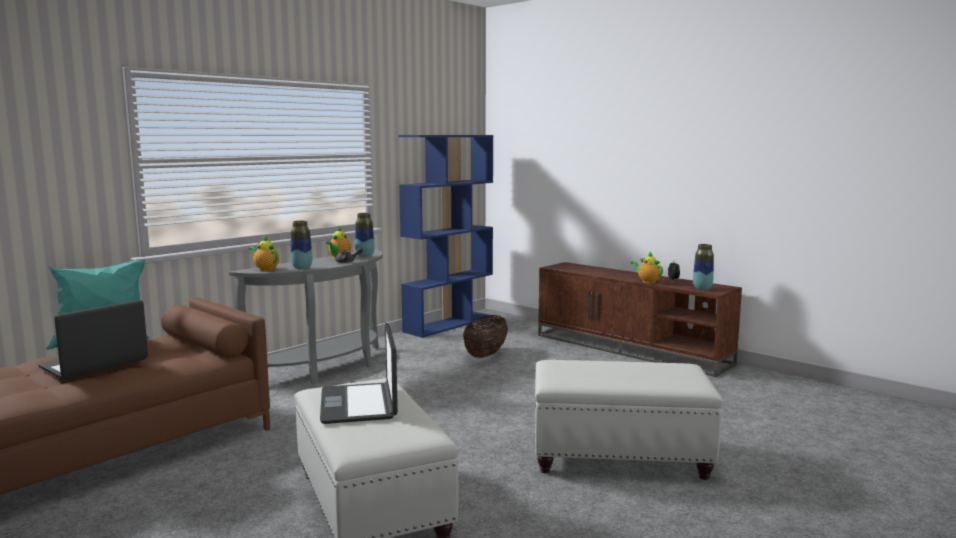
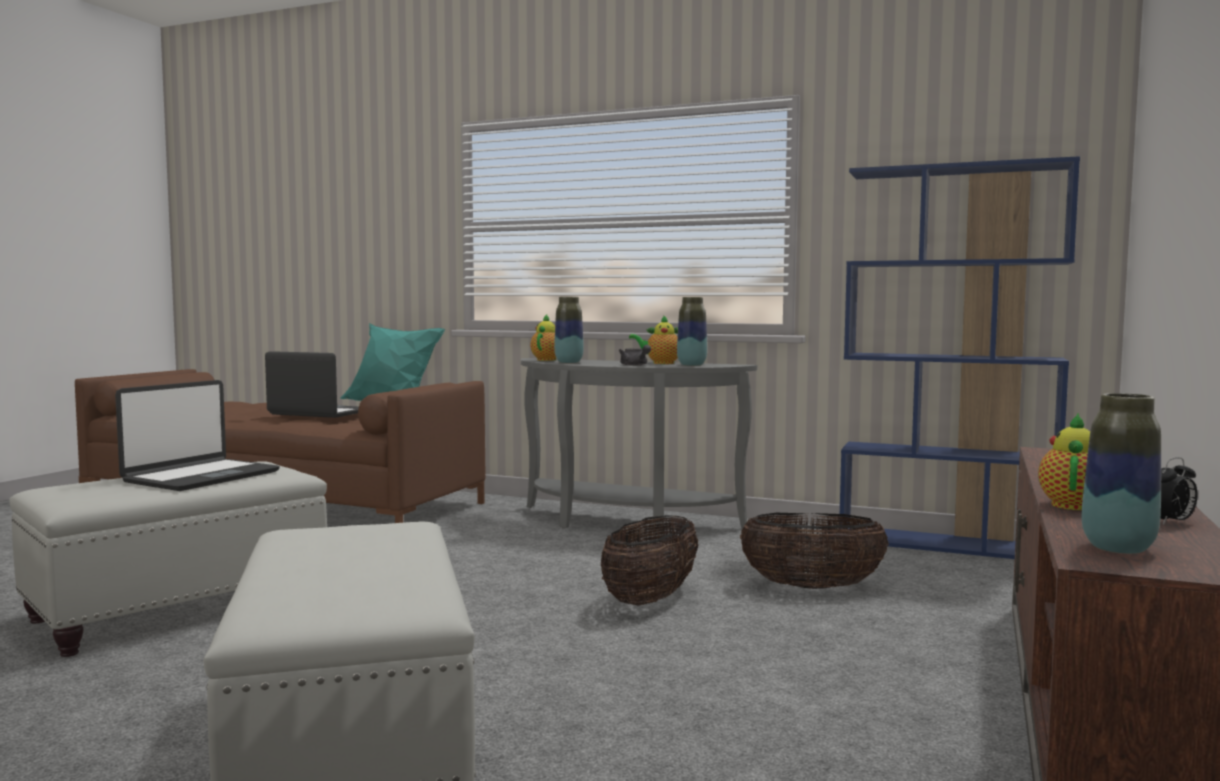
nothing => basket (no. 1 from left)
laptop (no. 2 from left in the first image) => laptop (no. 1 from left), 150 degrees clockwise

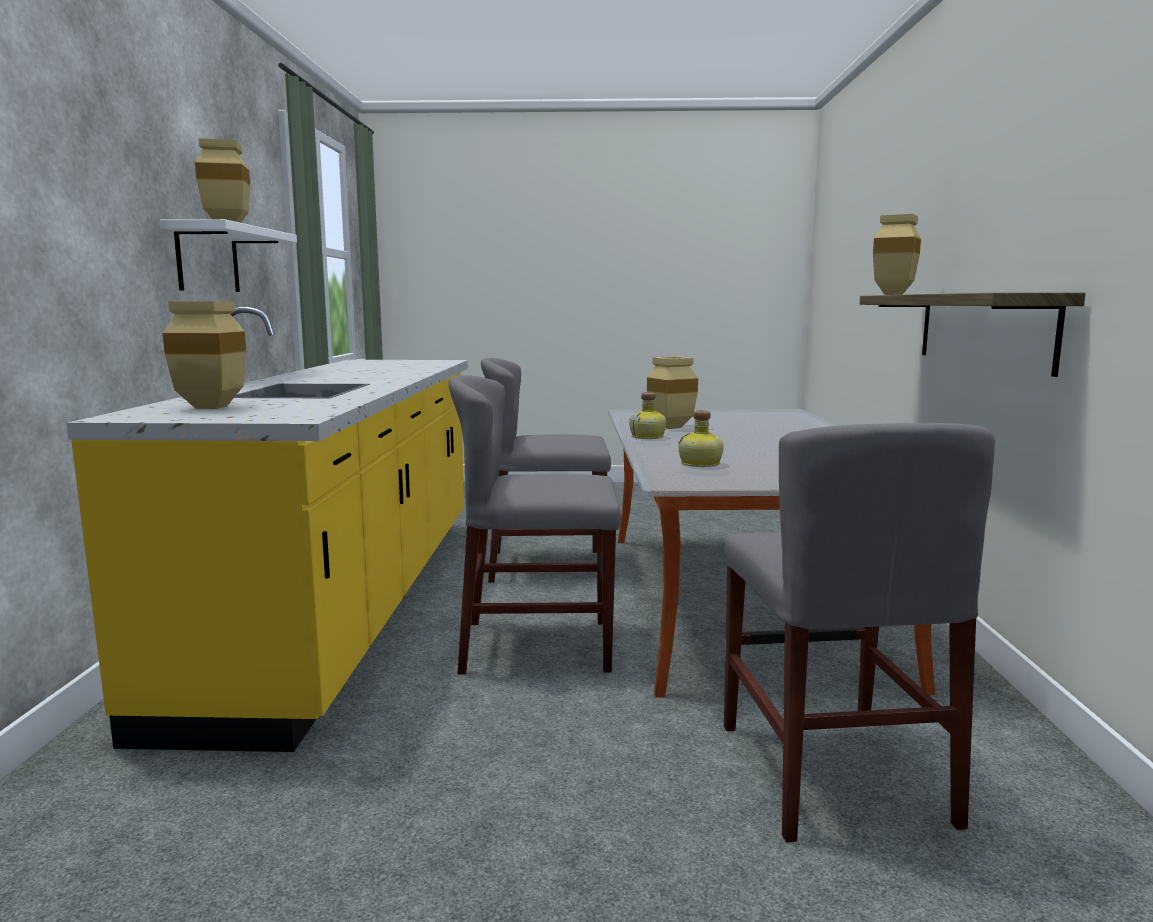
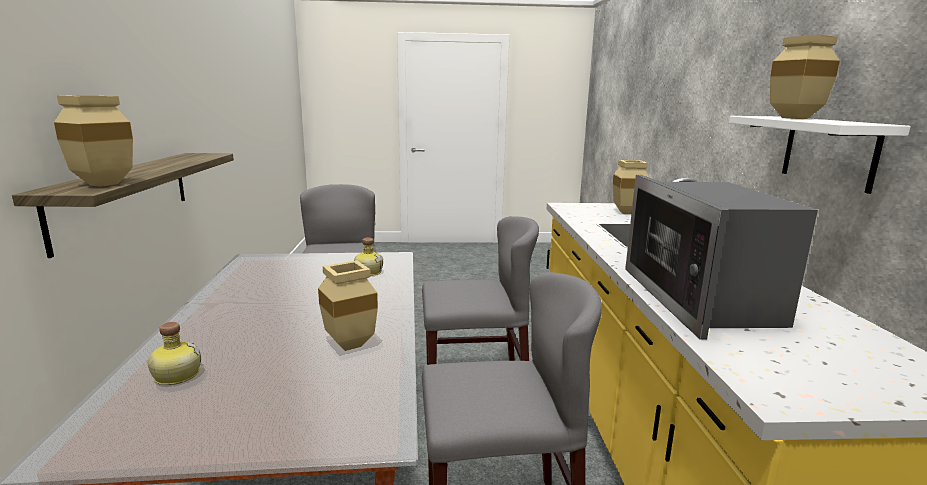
nothing => microwave
bottle (no. 1 from left), relocated

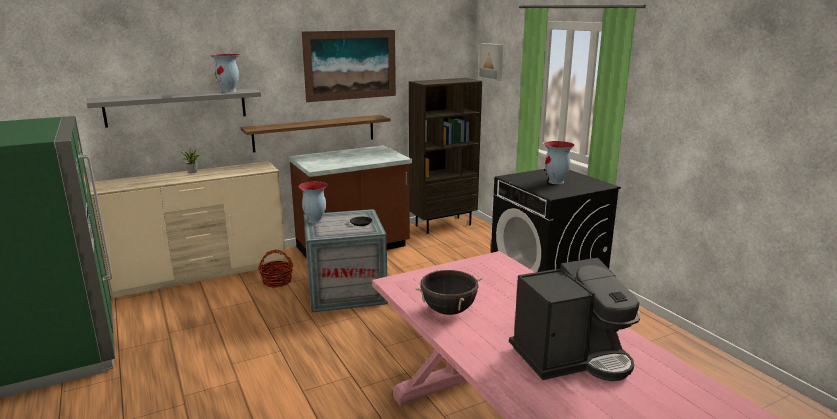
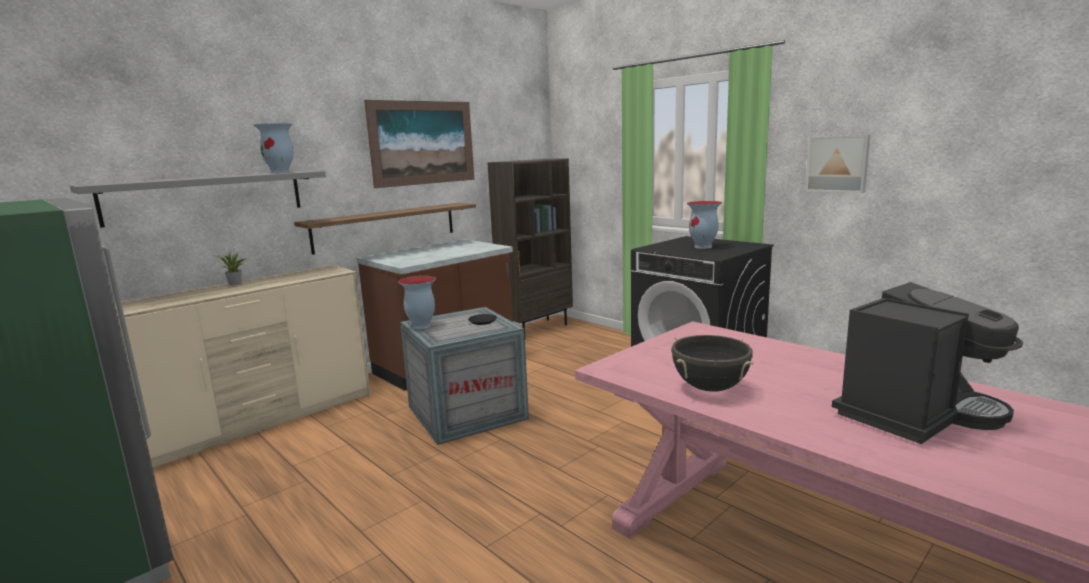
basket => nothing
picture (no. 2 from left), relocated

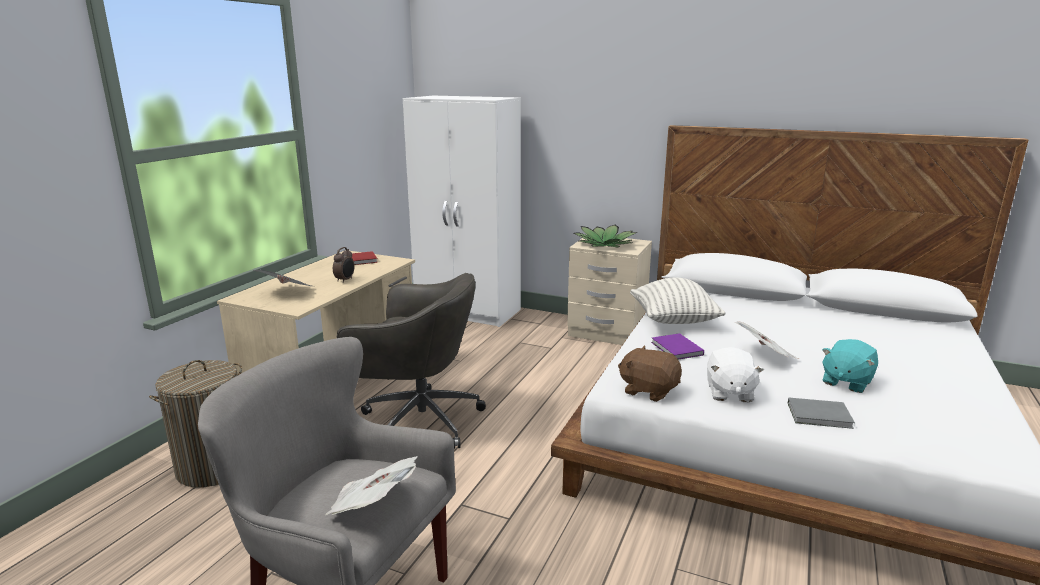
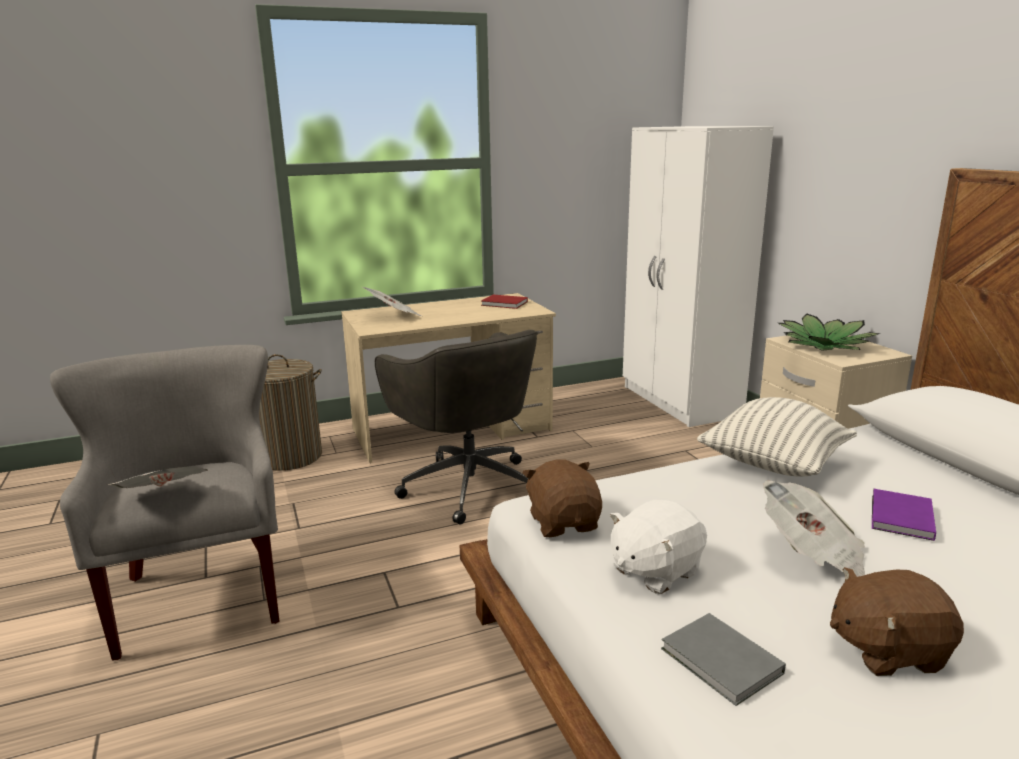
alarm clock => nothing
purple book, relocated
turquoise plush toy => brown plush toy (no. 2 from left)

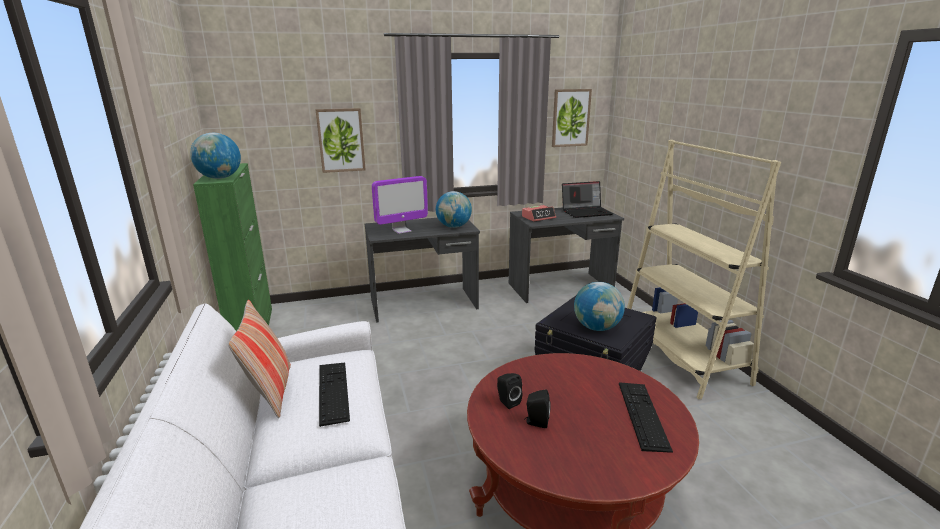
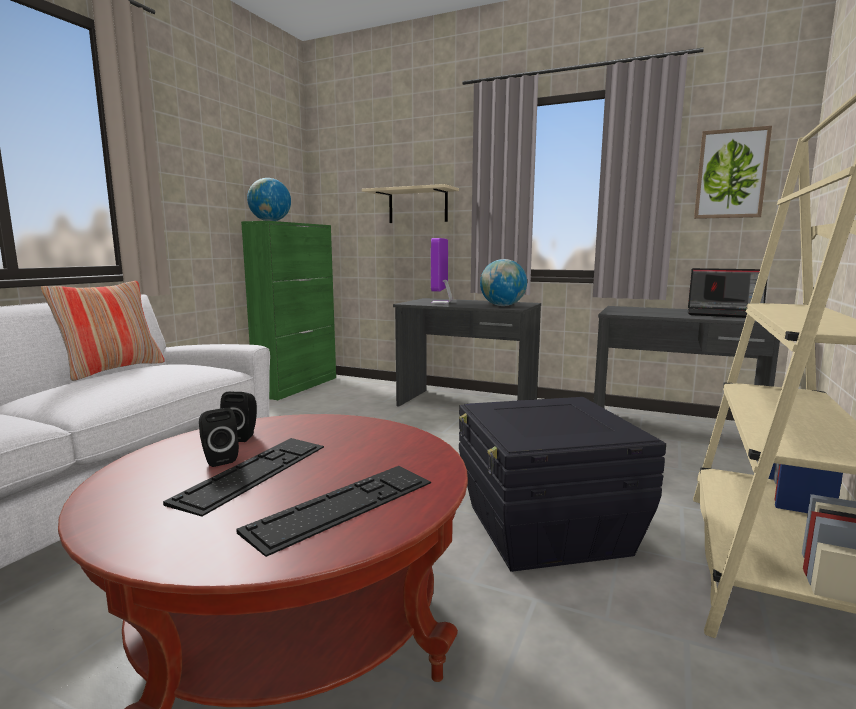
alarm clock => nothing
globe (no. 3 from left) => nothing
keyboard (no. 1 from left), relocated
picture (no. 1 from left) => beige shelf
monitor, 90 degrees clockwise

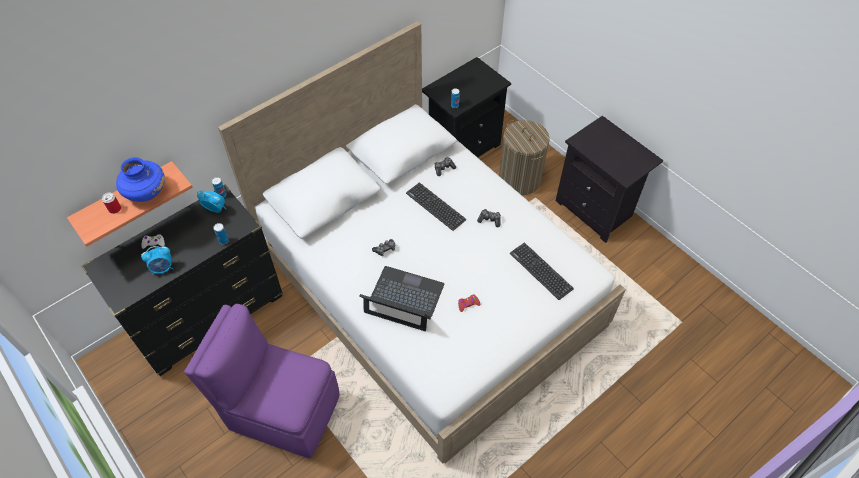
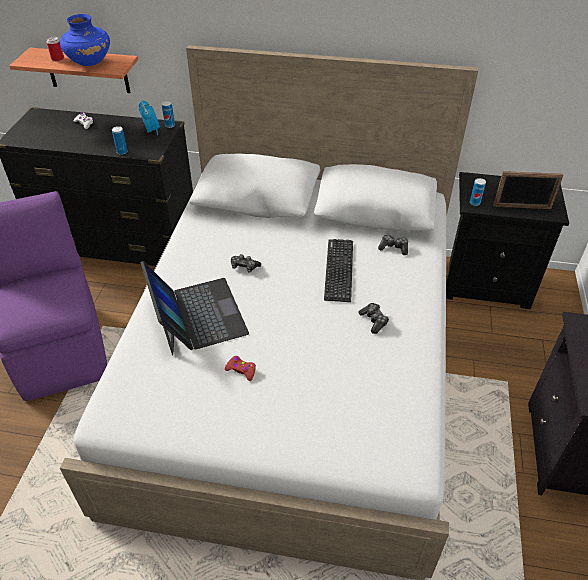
alarm clock (no. 1 from left) => nothing
laundry basket => nothing
keyboard (no. 2 from left) => nothing
nothing => picture frame

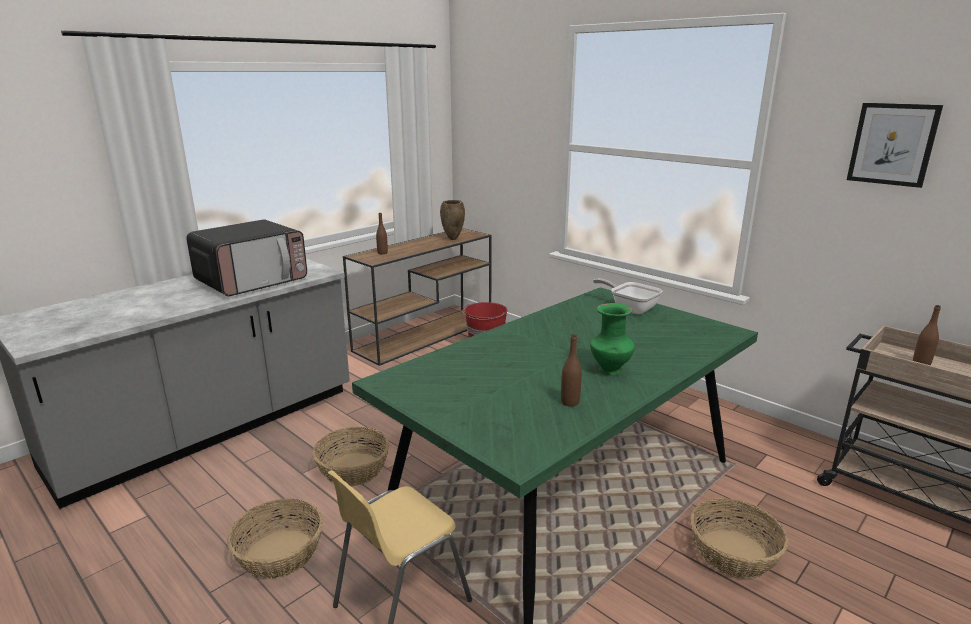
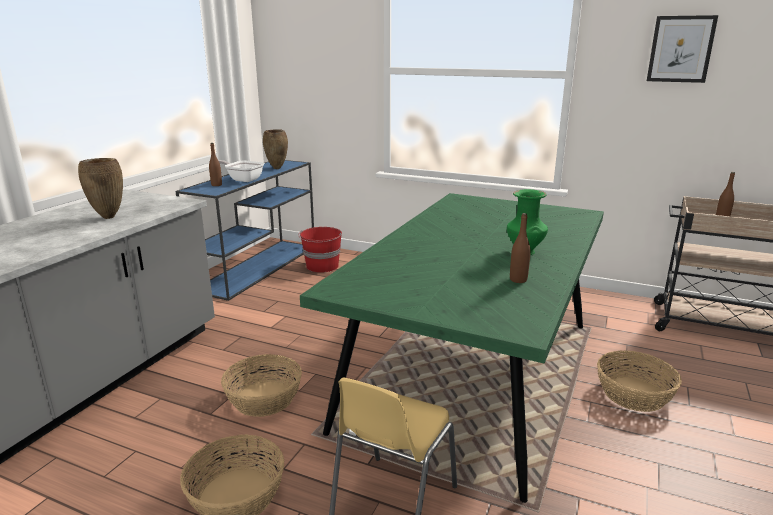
frying pan, relocated
microwave => brown vase (no. 1 from left)
brown console table => blue console table

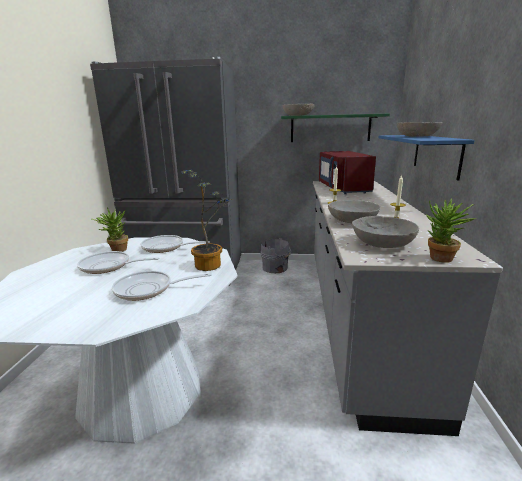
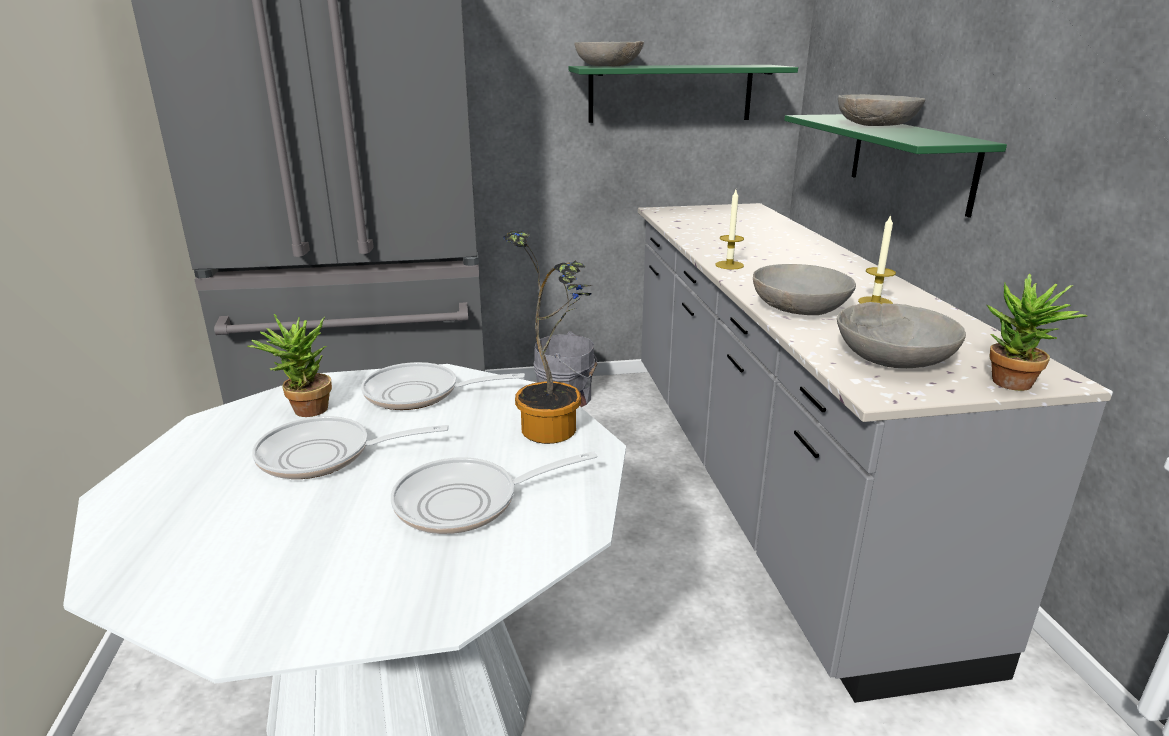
red microwave => nothing
blue shelf => green shelf (no. 2 from left)

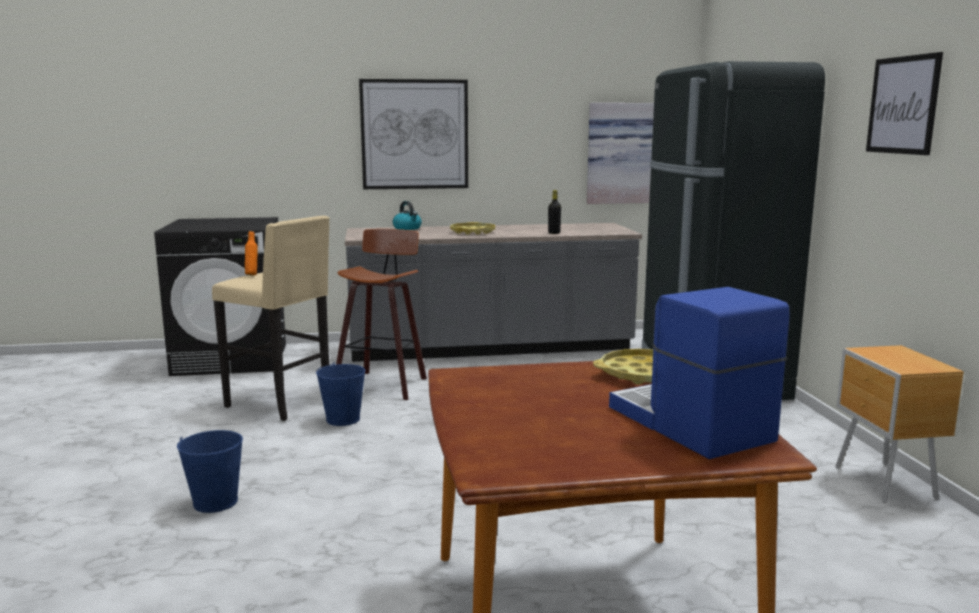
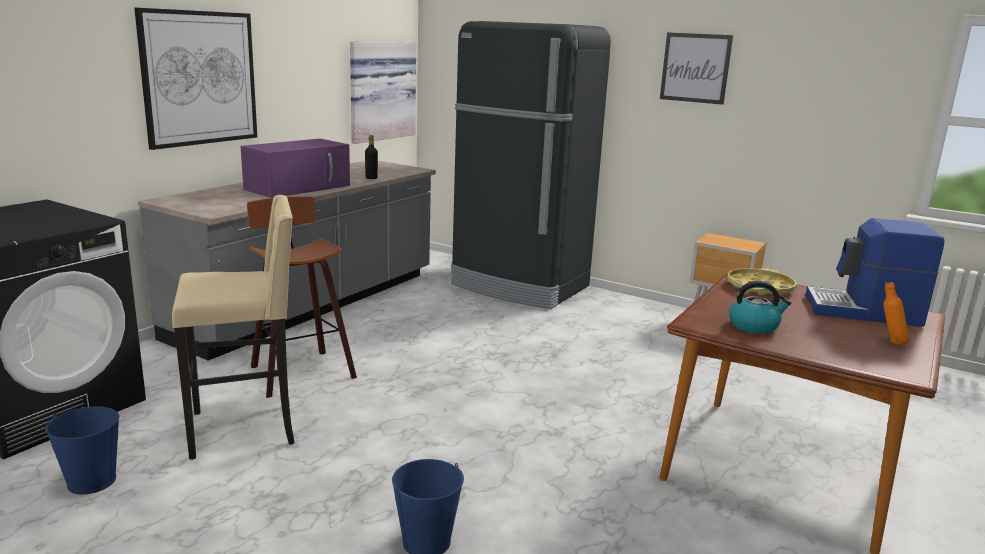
orange bottle, relocated
blue bucket (no. 2 from left in the first image) => blue bucket (no. 1 from left), relocated
kettle, relocated
yellow tray (no. 1 from left) => purple microwave

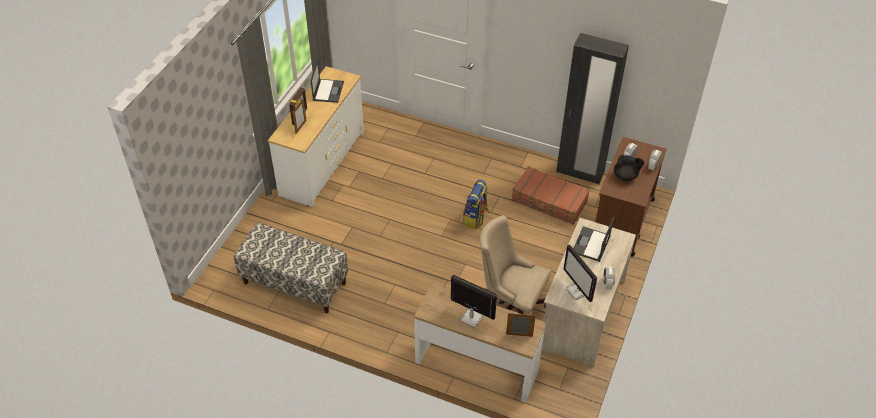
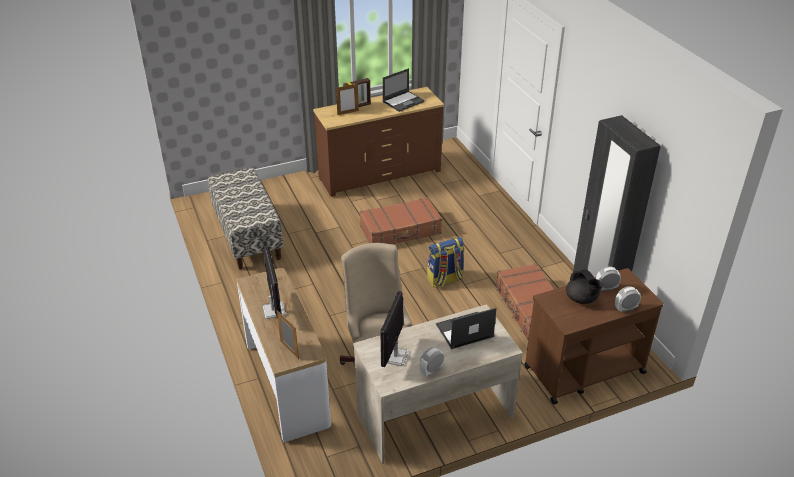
nothing => brown suitcase (no. 1 from left)
white dresser => brown dresser

